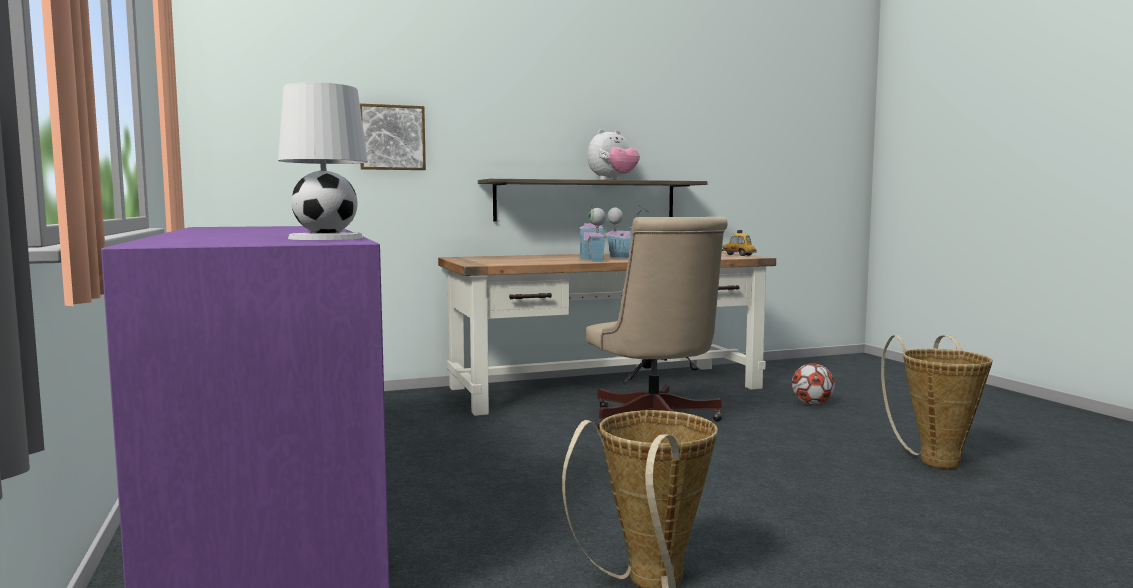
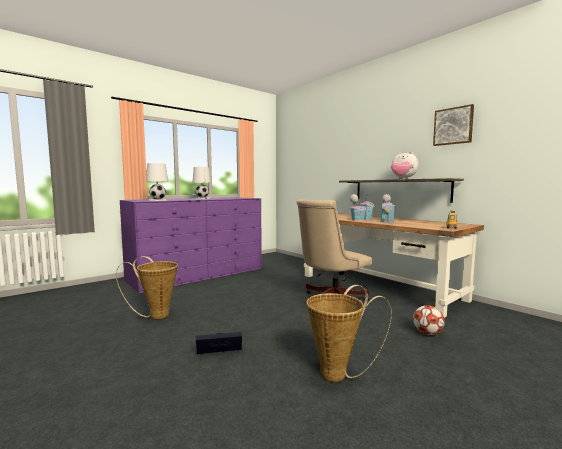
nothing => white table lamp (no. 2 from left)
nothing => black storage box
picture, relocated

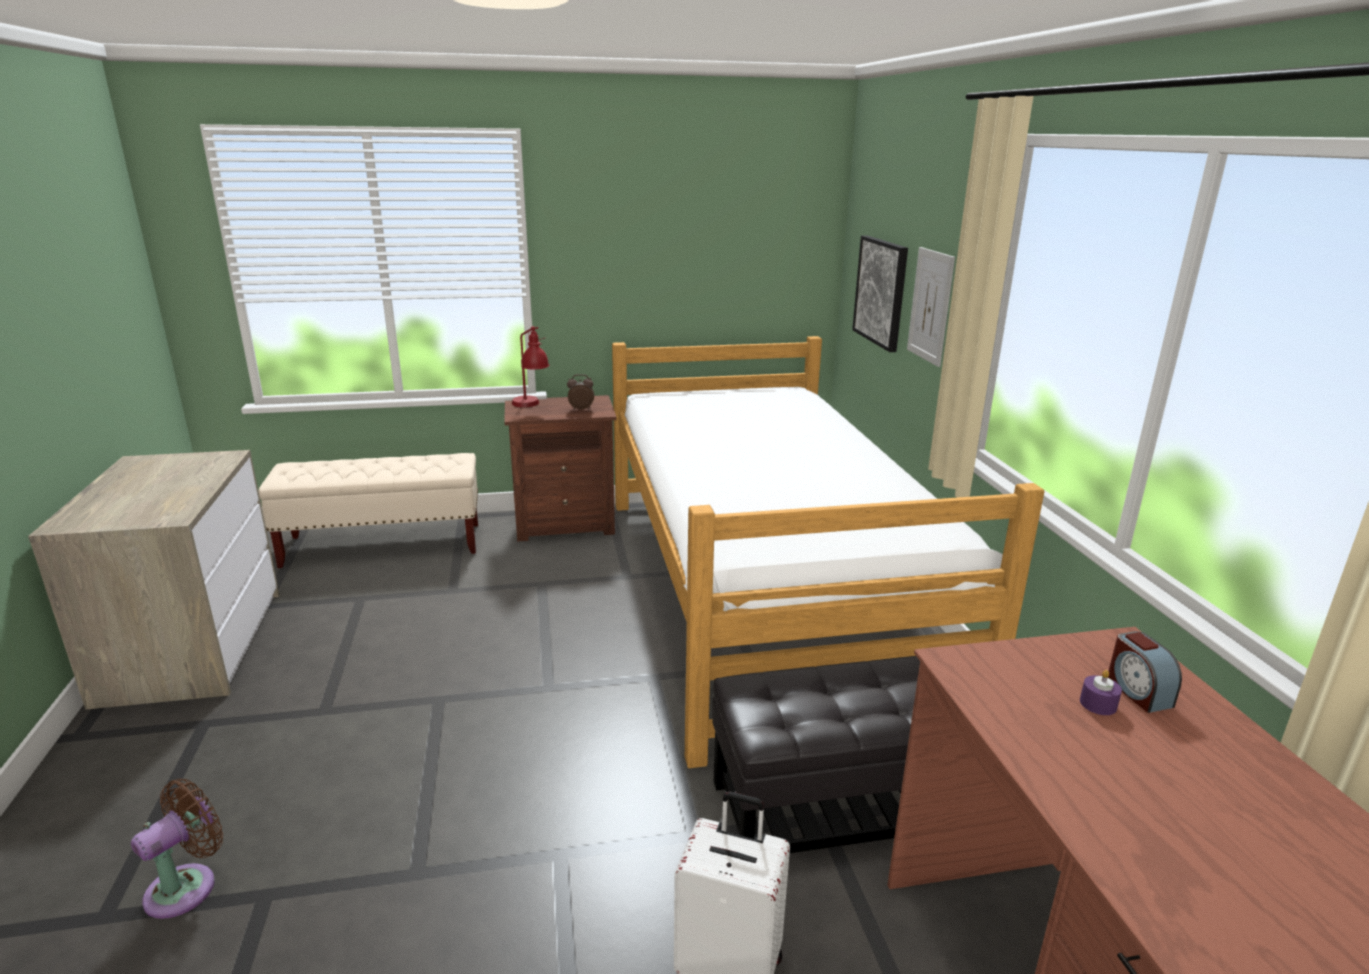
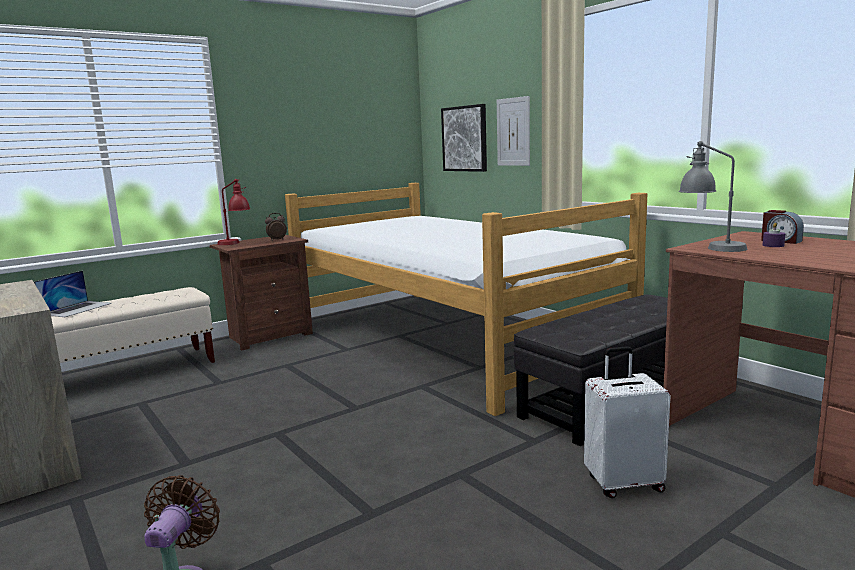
nothing => laptop
nothing => grey table lamp

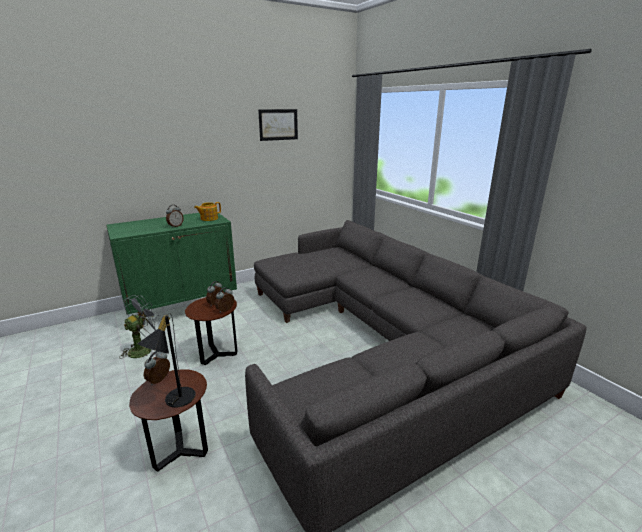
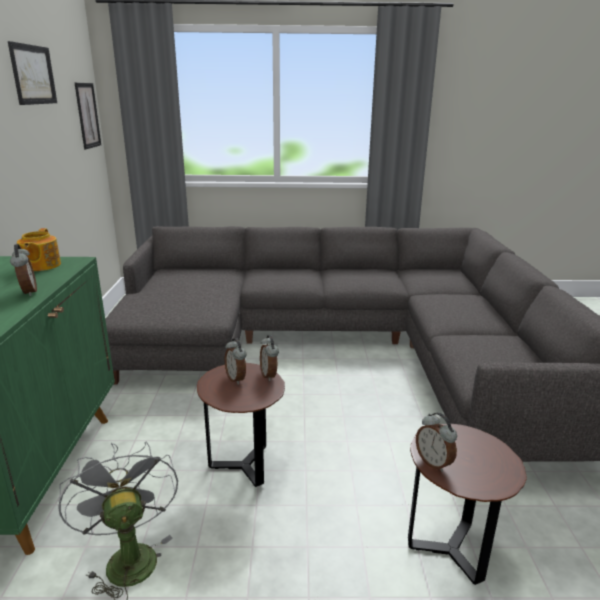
black table lamp => nothing
nothing => picture (no. 2 from left)

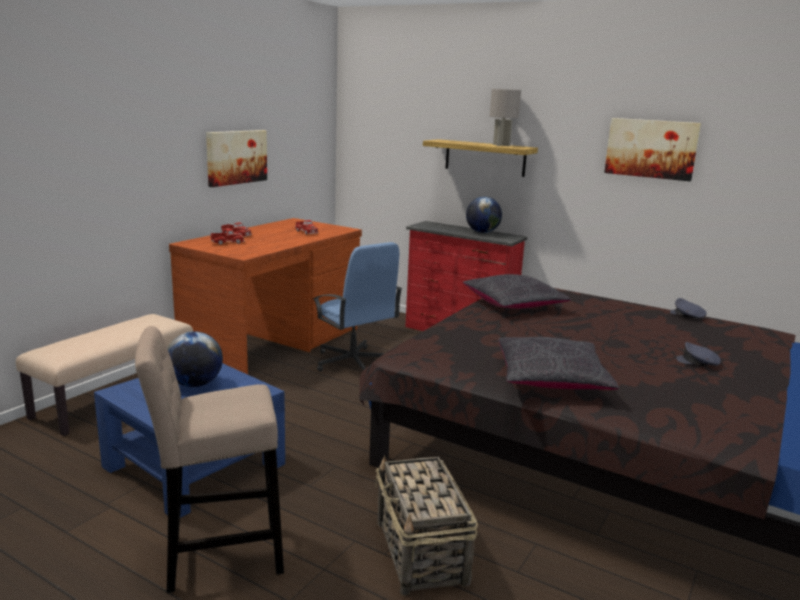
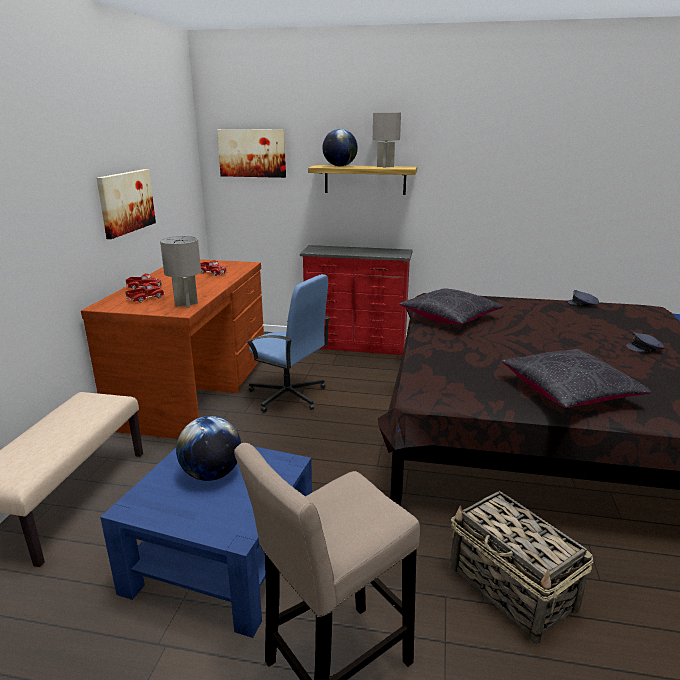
nothing => grey table lamp (no. 1 from left)
globe (no. 2 from left), relocated
picture (no. 2 from left), relocated

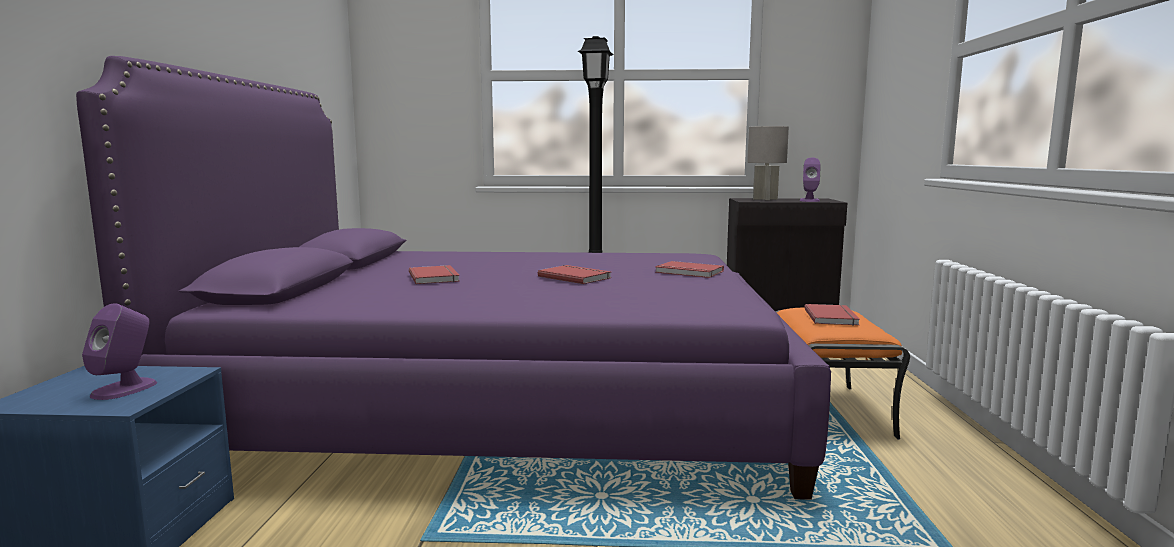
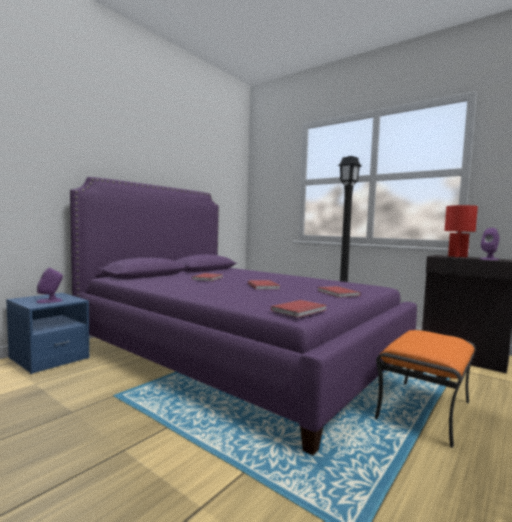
red book (no. 4 from left in the first image) => red book (no. 3 from left), relocated
grey table lamp => red table lamp

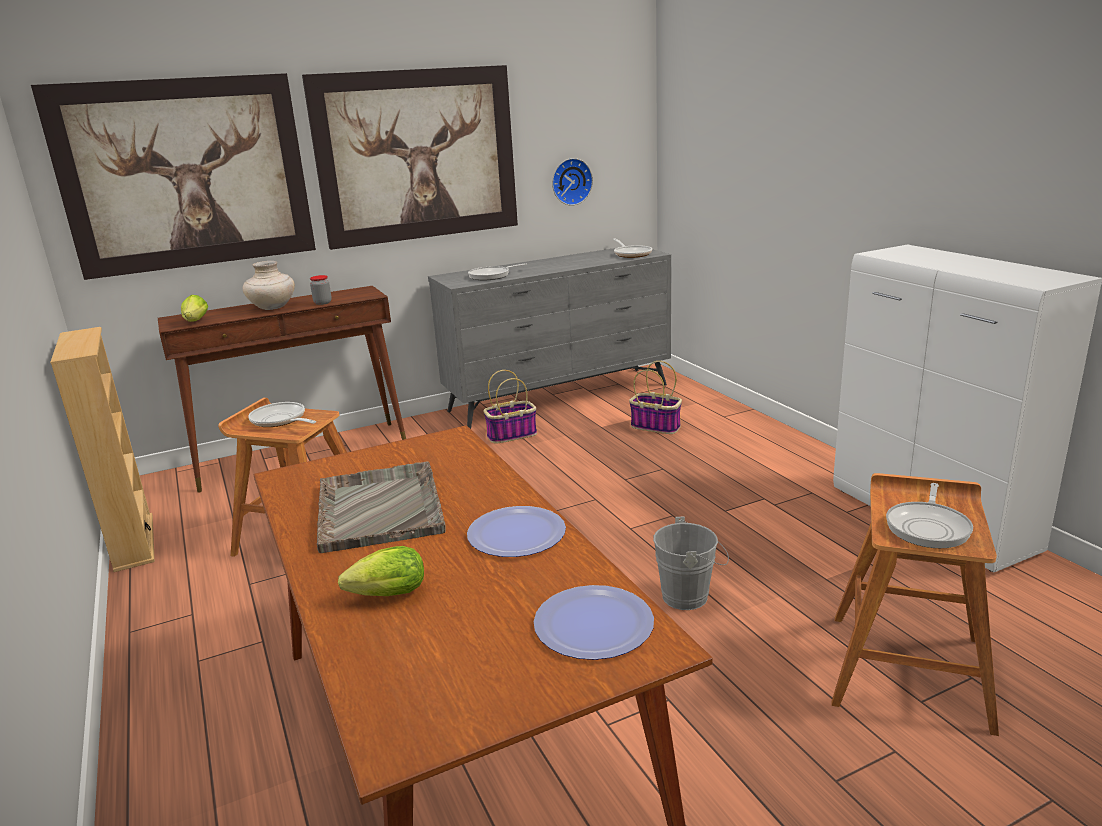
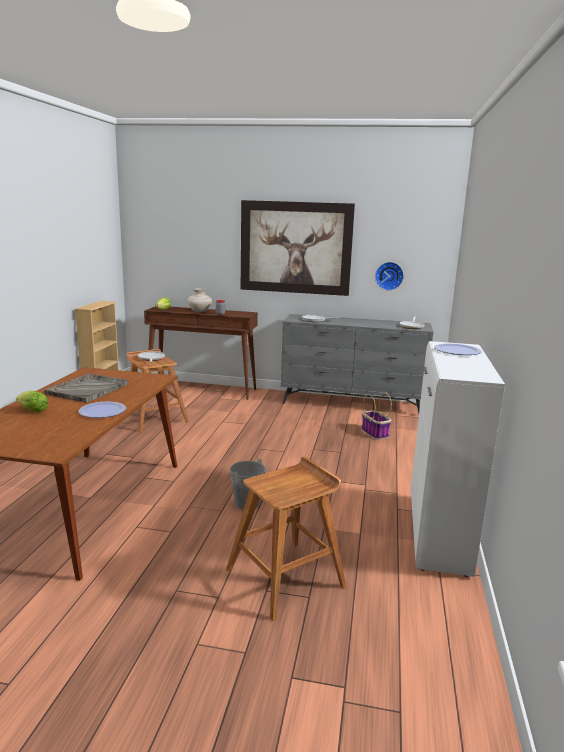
picture (no. 1 from left) => nothing
basket (no. 1 from left) => nothing
frying pan (no. 4 from left) => nothing
plate (no. 2 from left), relocated

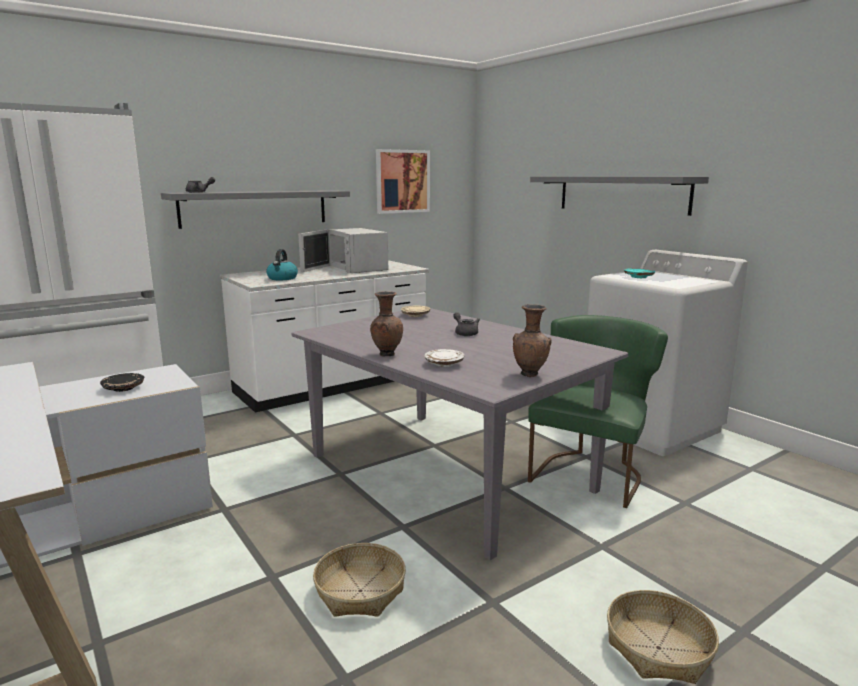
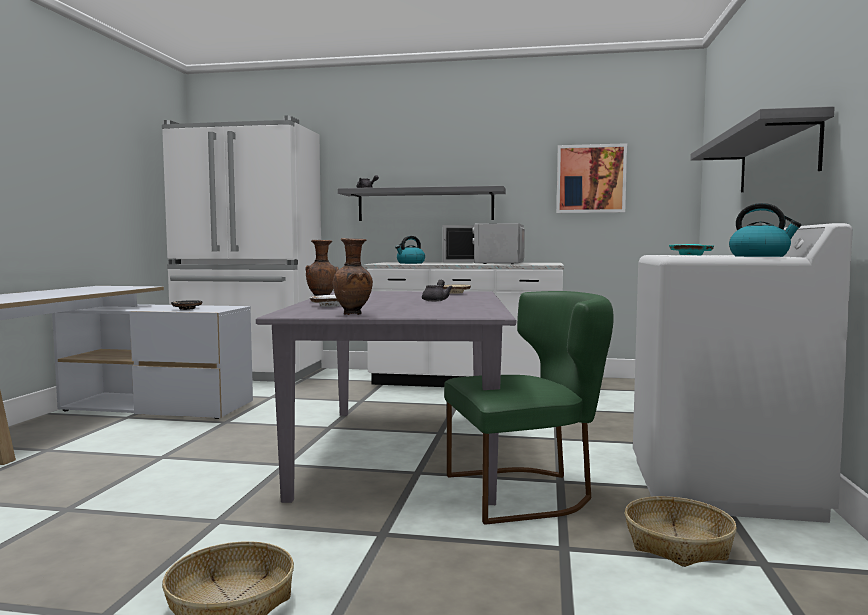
nothing => kettle (no. 2 from left)
basket (no. 1 from left in the first image) => basket (no. 2 from left), relocated

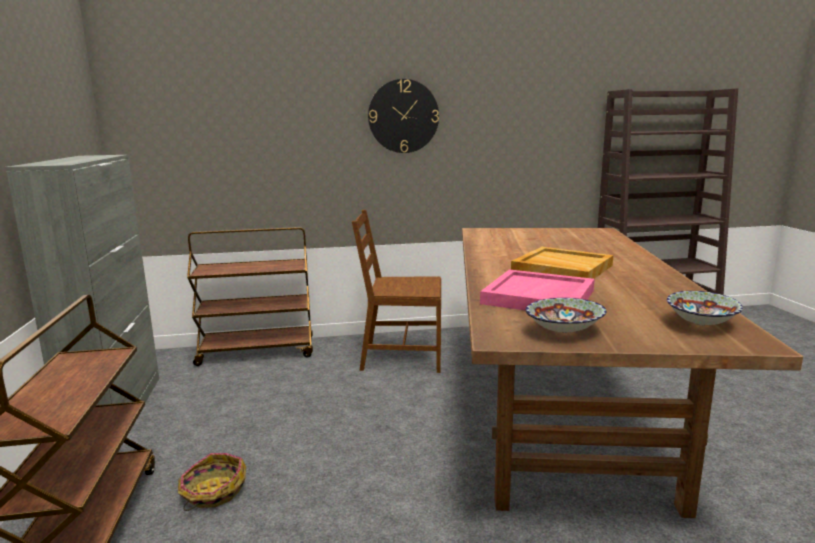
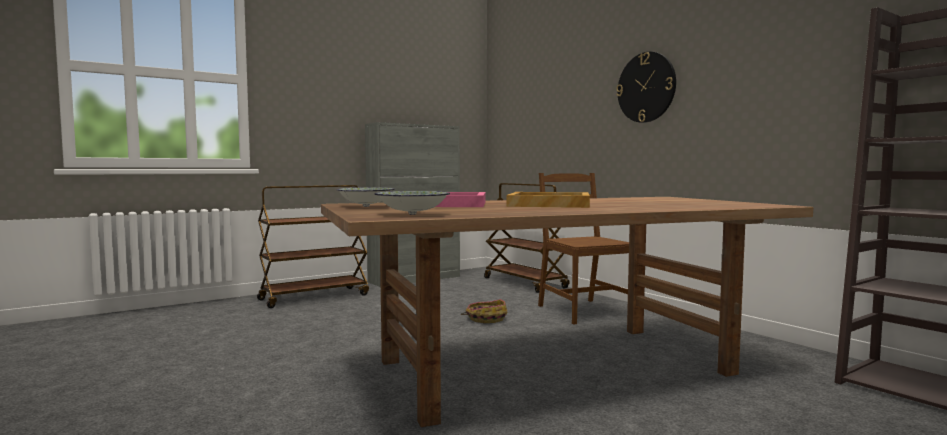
basket, relocated

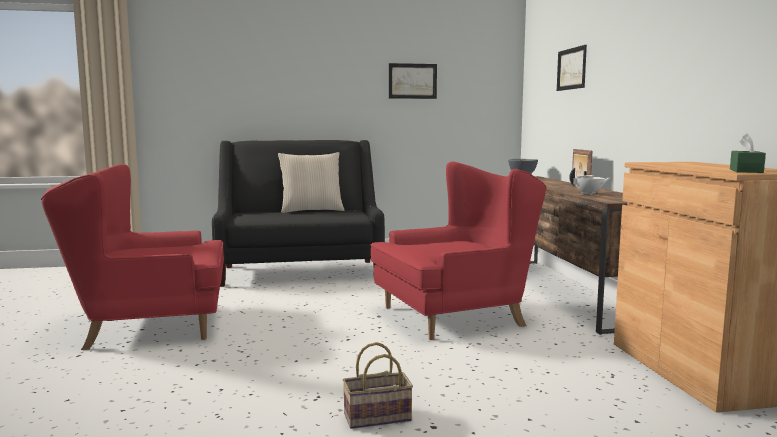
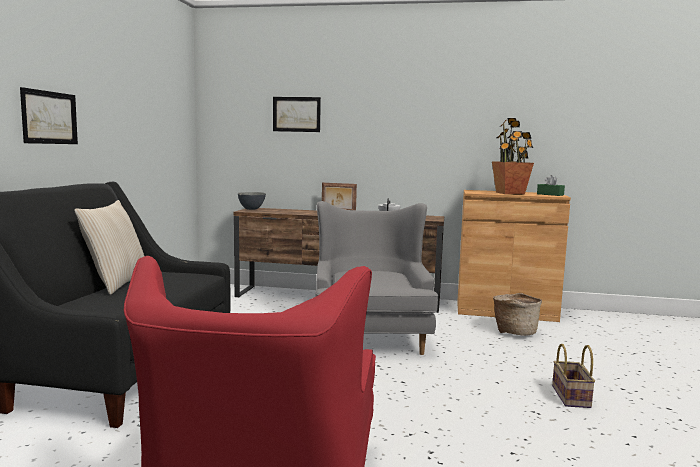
nothing => potted plant
nothing => basket (no. 1 from left)
picture (no. 1 from left), relocated
red armchair (no. 2 from left) => grey armchair

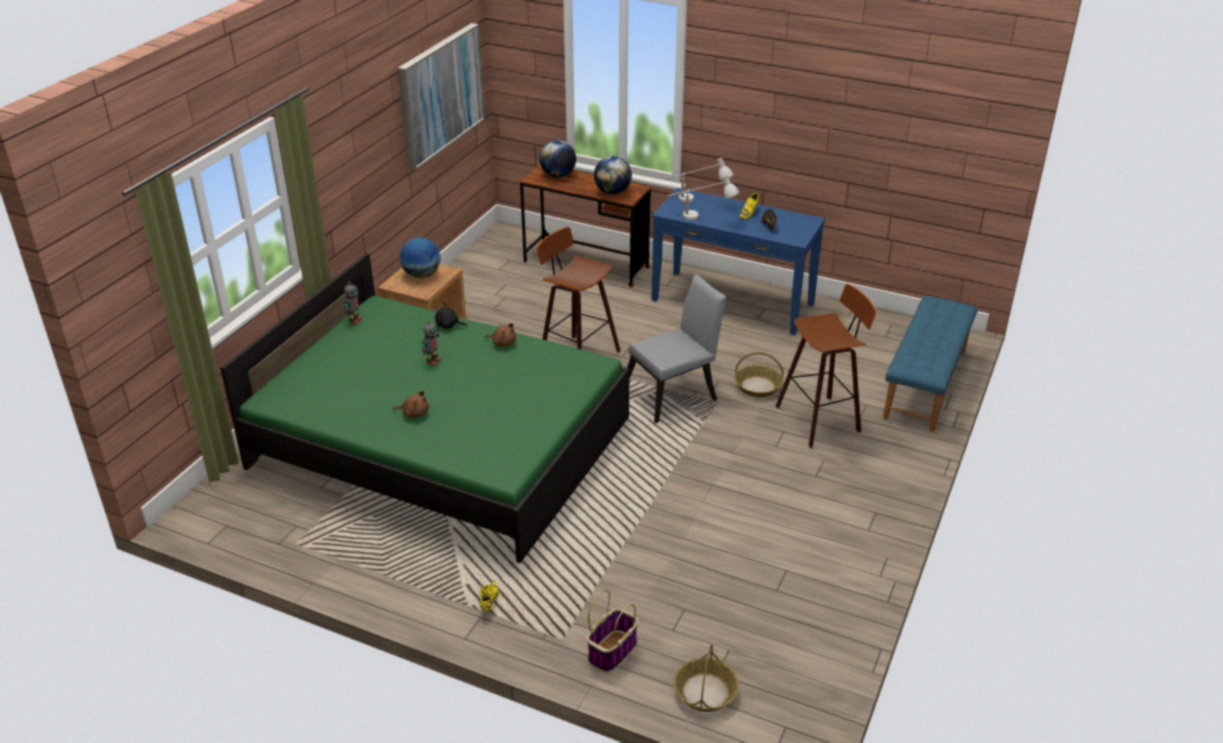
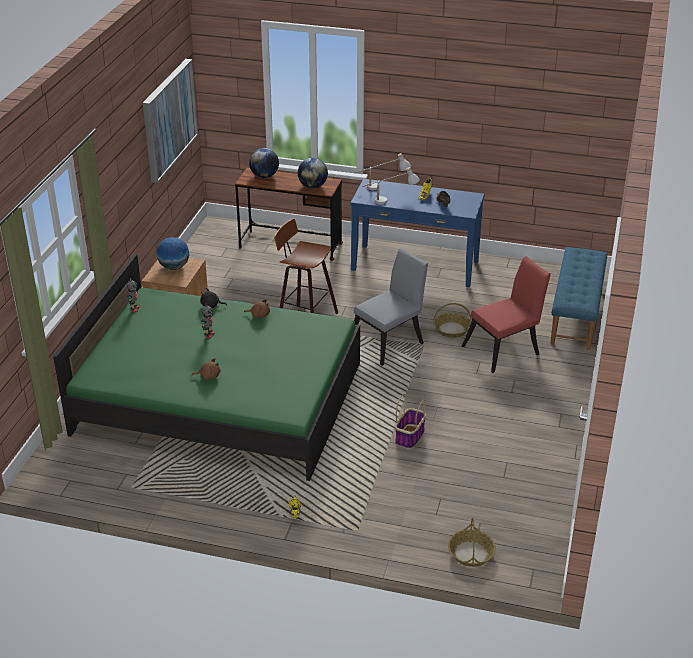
basket (no. 1 from left), relocated
stool (no. 2 from left) => red chair

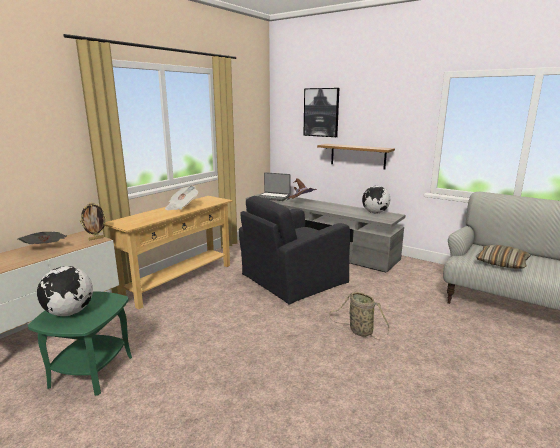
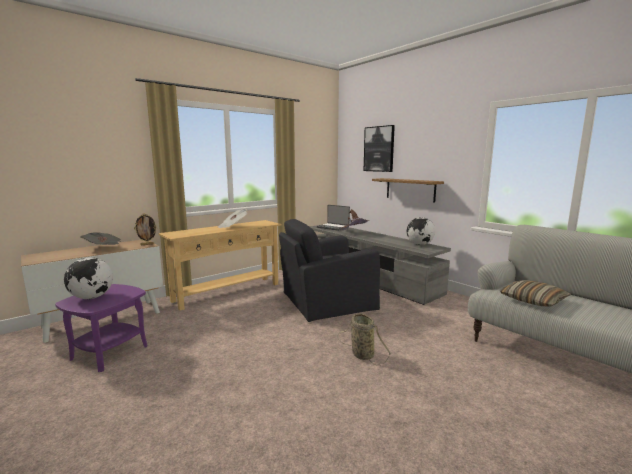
green side table => purple side table

